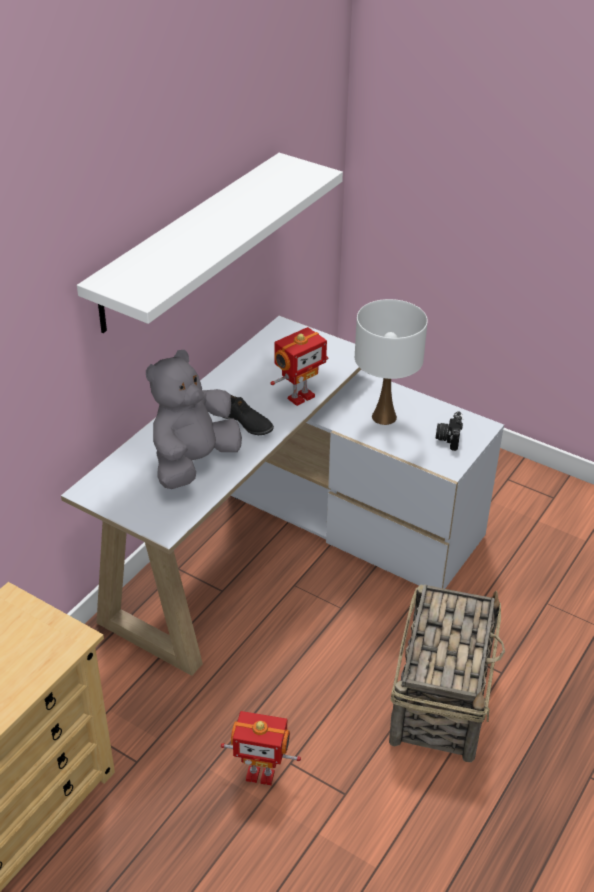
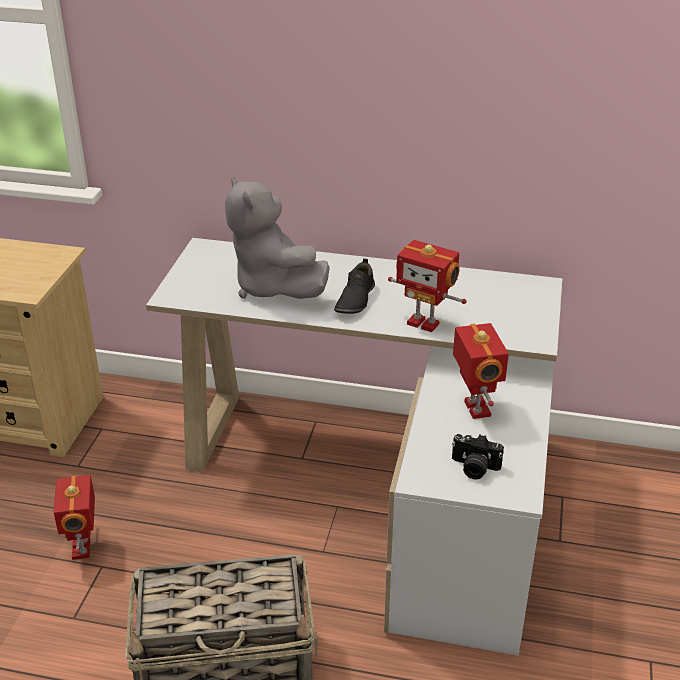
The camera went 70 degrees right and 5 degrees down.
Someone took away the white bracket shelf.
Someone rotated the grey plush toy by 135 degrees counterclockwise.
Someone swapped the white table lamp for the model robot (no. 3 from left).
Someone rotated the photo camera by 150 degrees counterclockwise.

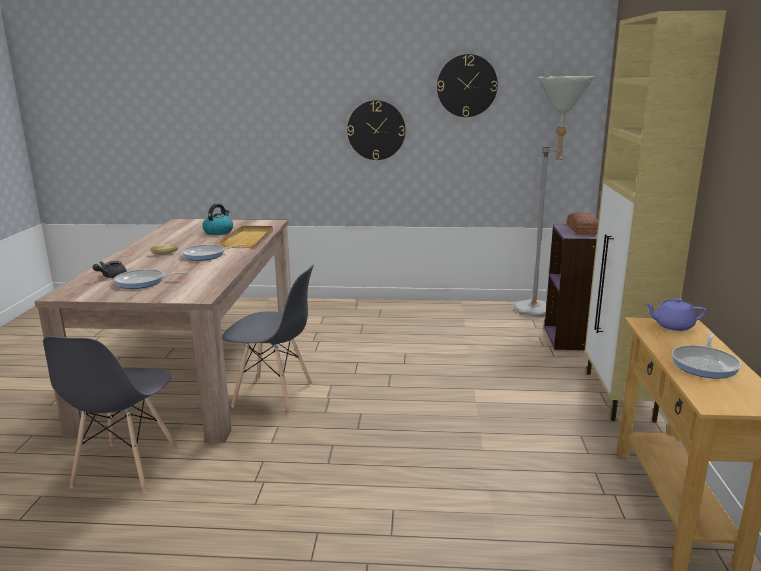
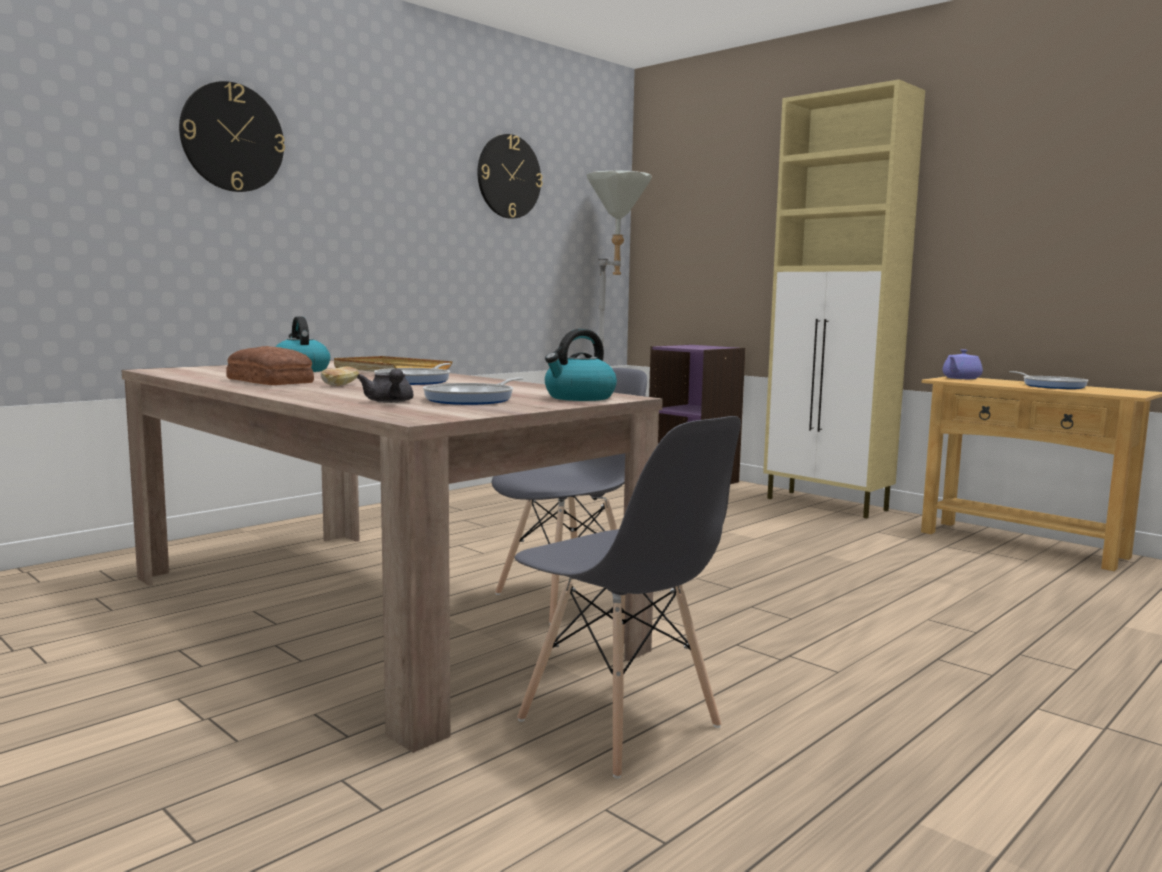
The camera went 50 degrees left and 10 degrees down.
Someone carried the wall clock (no. 1 from left).
Someone carried the baked bread (no. 2 from left in the first image).
Someone put down the kettle (no. 2 from left).

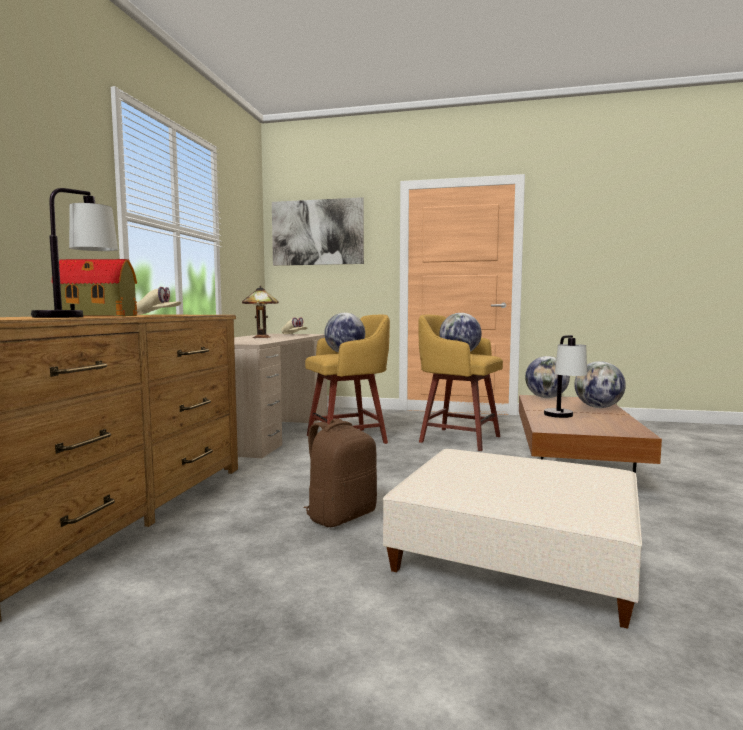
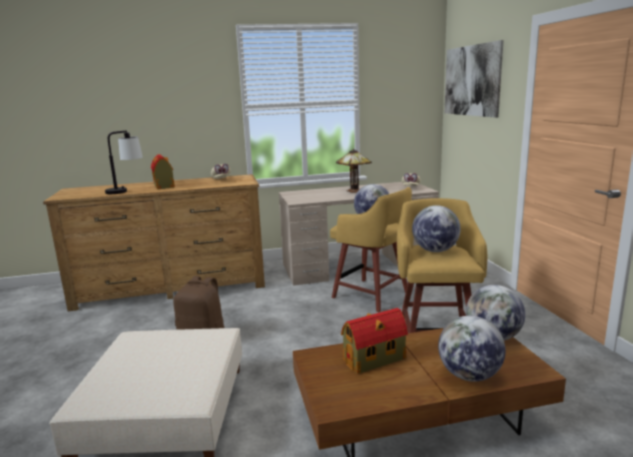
The camera went 65 degrees right and 10 degrees up.
Someone swapped the table lamp (no. 3 from left) for the toy house (no. 2 from left).

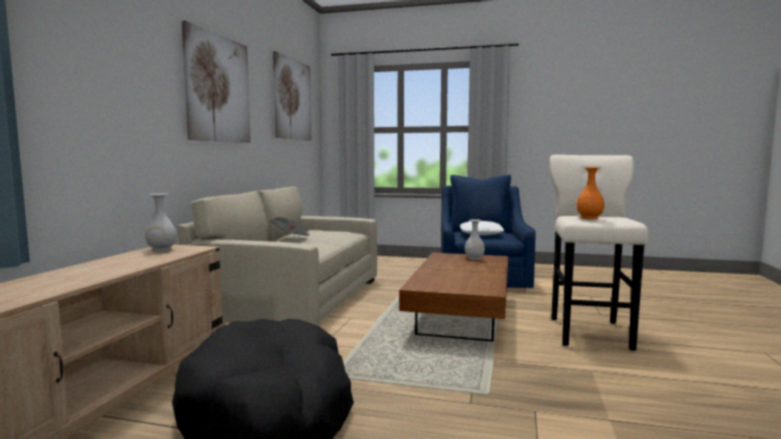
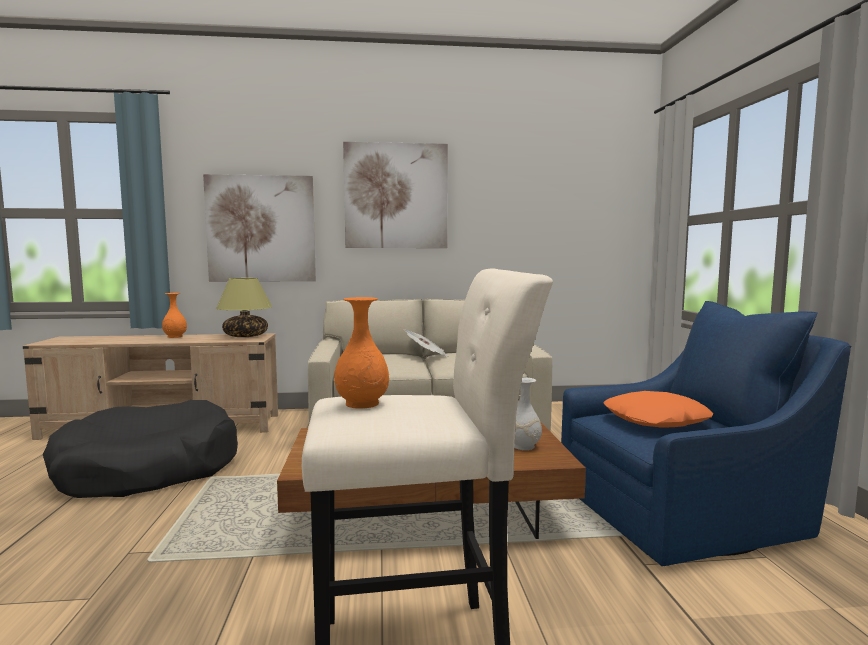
The camera went 70 degrees right and 0 degrees up.
Someone swapped the white vase (no. 1 from left) for the table lamp.
Someone carried the wall picture (no. 2 from left in the first image).
Someone repainted the white throw pillow, which became the orangey throw pillow.
Someone put down the orangey vase (no. 1 from left).

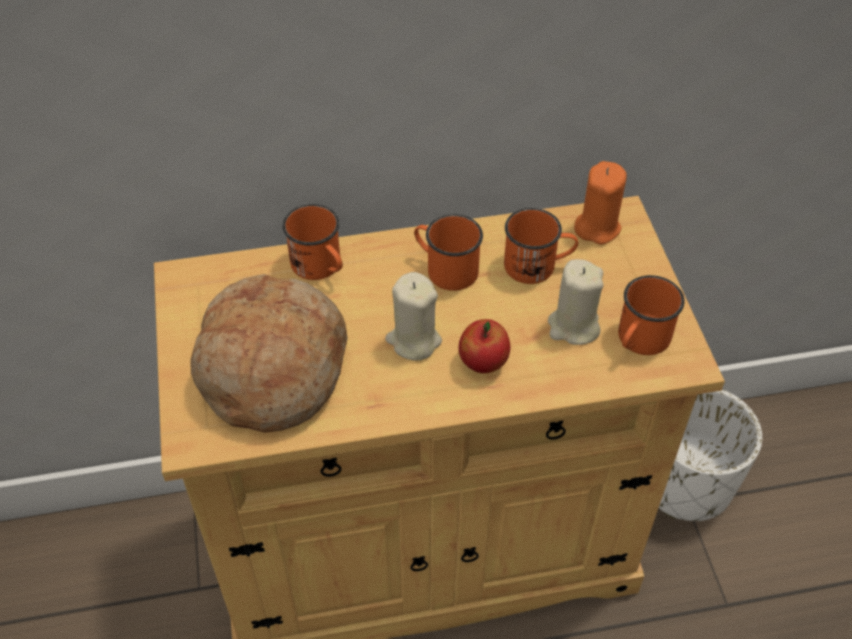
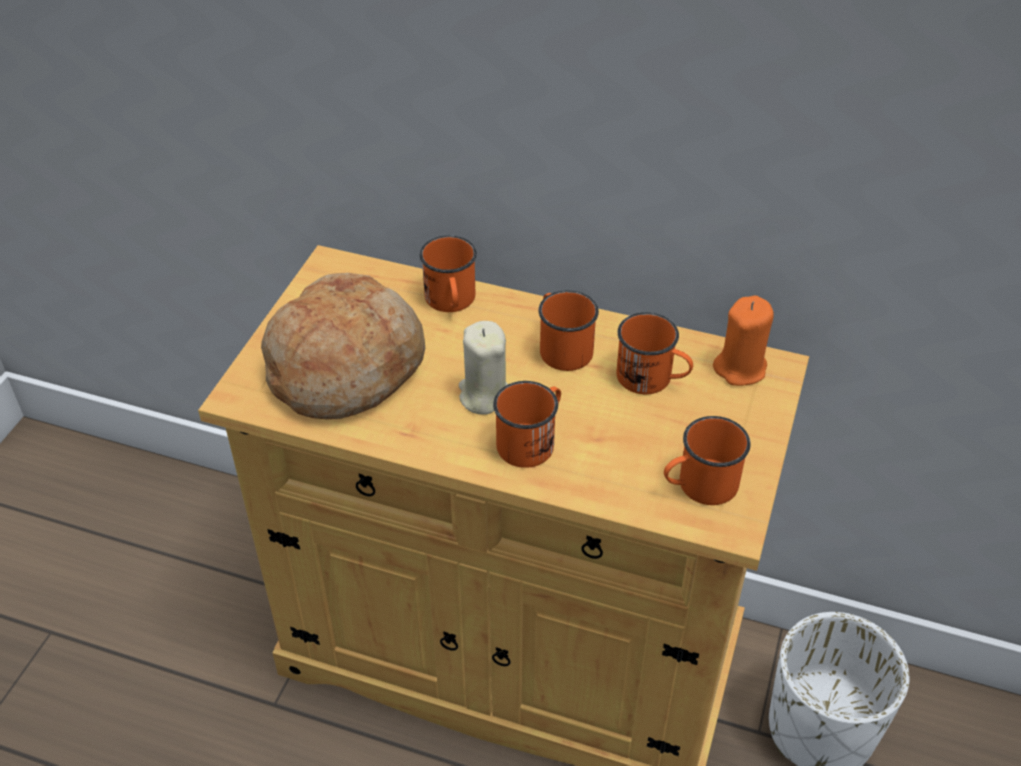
The camera went 30 degrees right and 5 degrees down.
Someone swapped the whole apple for the orangey coffee mug (no. 2 from left).
Someone took away the beige candle (no. 2 from left).

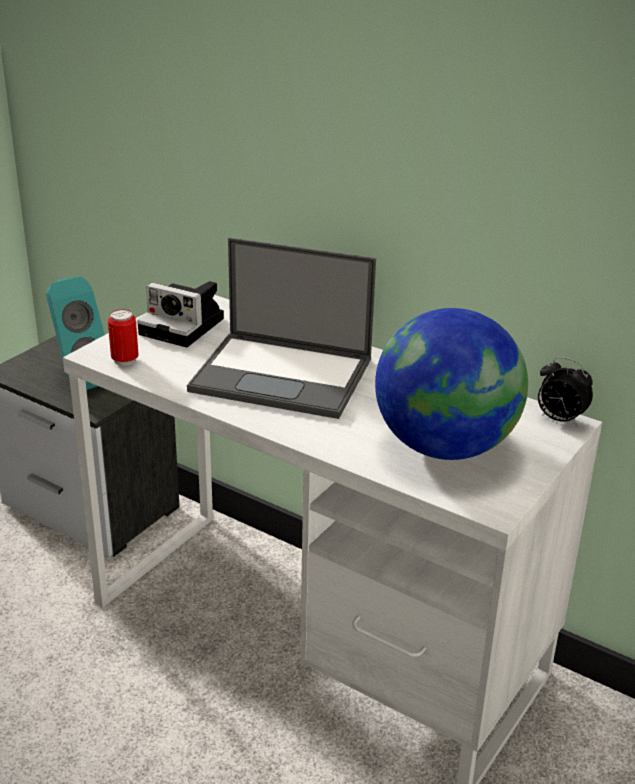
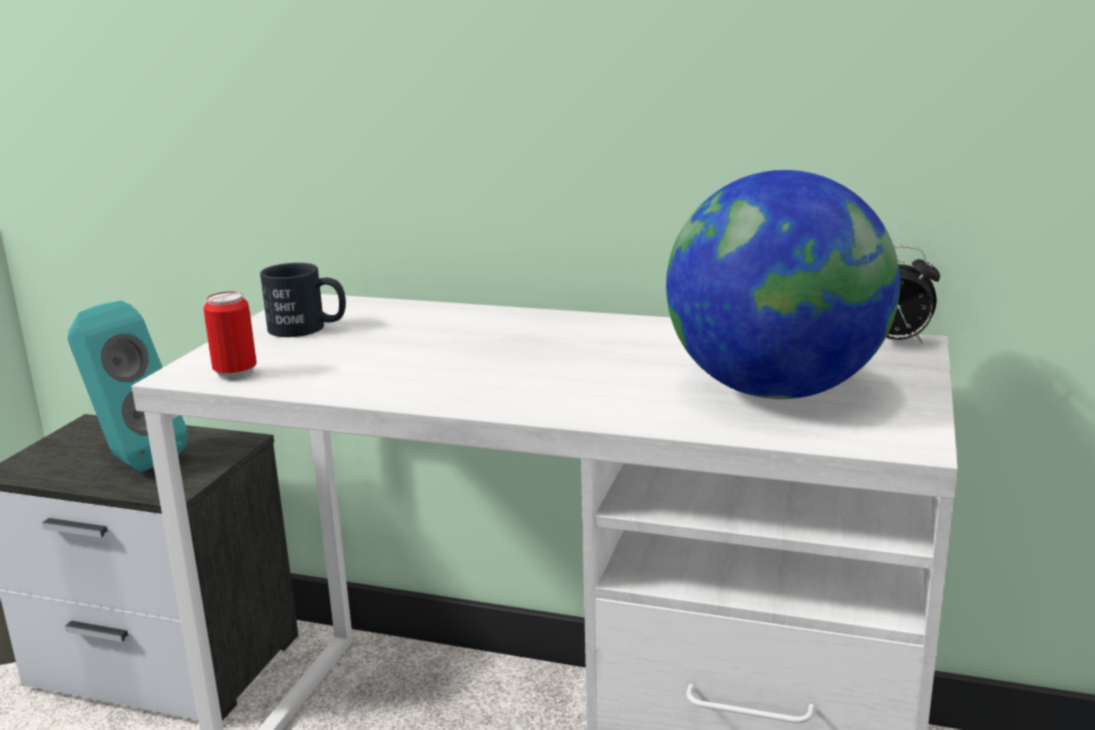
The camera went 15 degrees left and 10 degrees down.
Someone swapped the photo camera for the black coffee mug.
Someone took away the laptop.

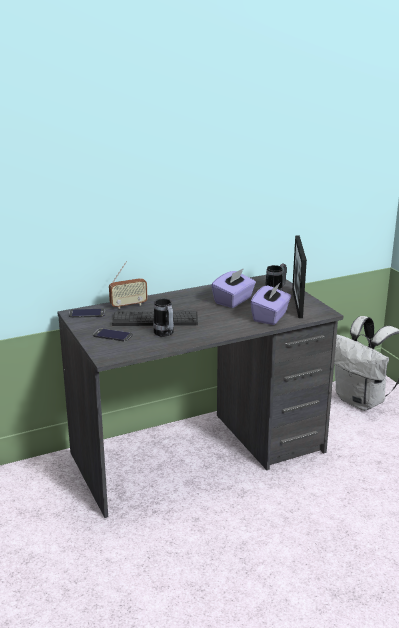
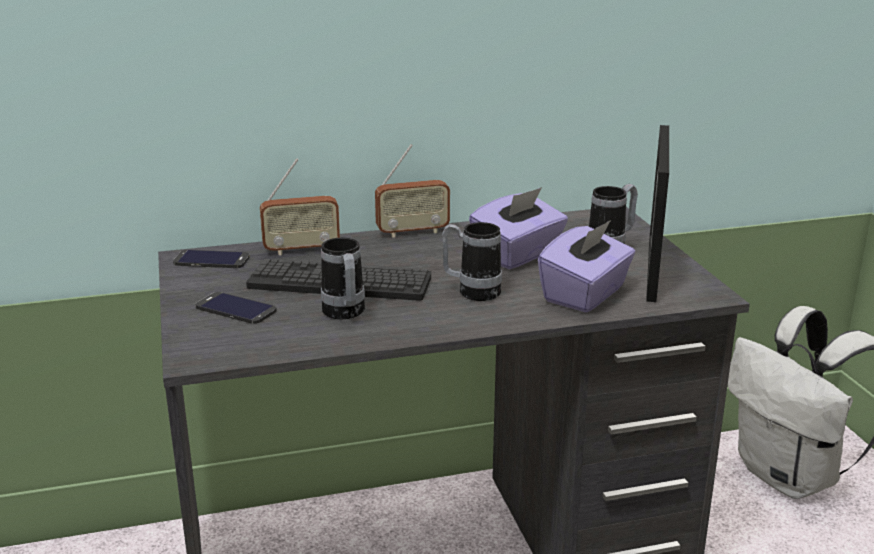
The camera went 10 degrees right and 0 degrees up.
Someone put down the radio (no. 2 from left).
Someone put down the coffee mug (no. 2 from left).

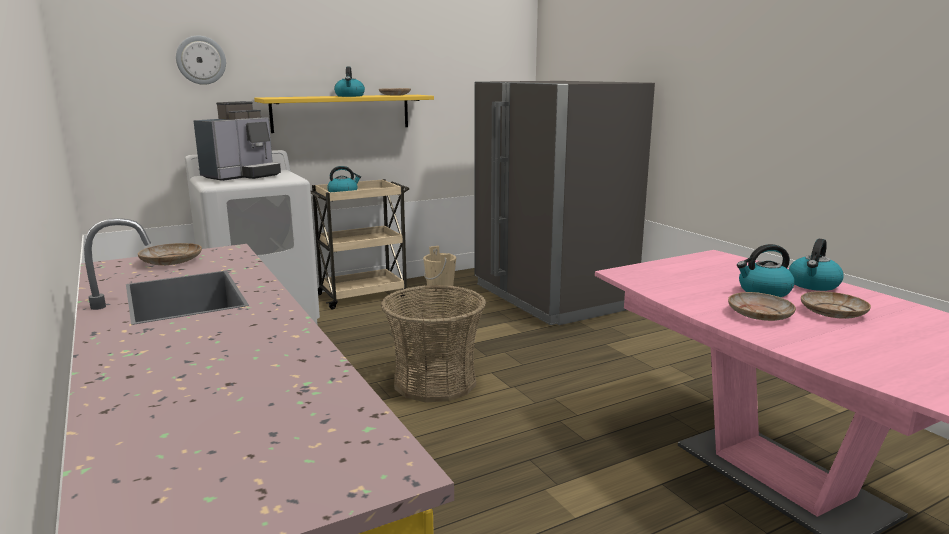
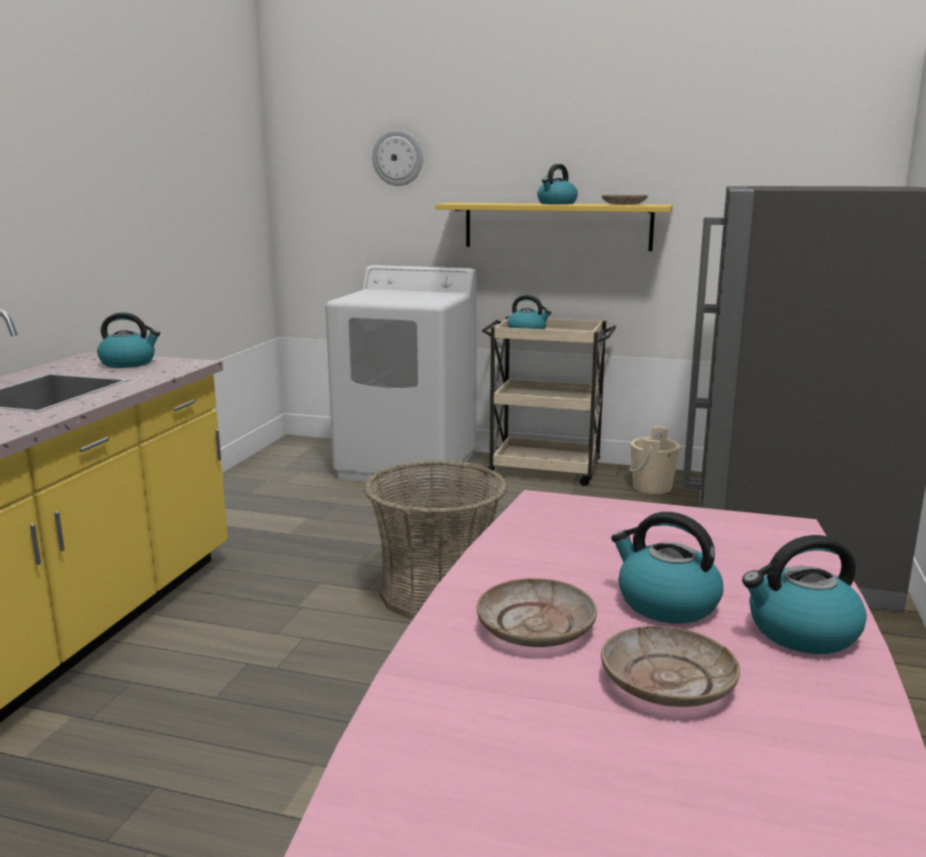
The camera went 45 degrees right and 0 degrees up.
Someone swapped the beige dinner plate (no. 1 from left) for the kettle (no. 1 from left).
Someone took away the coffee maker.

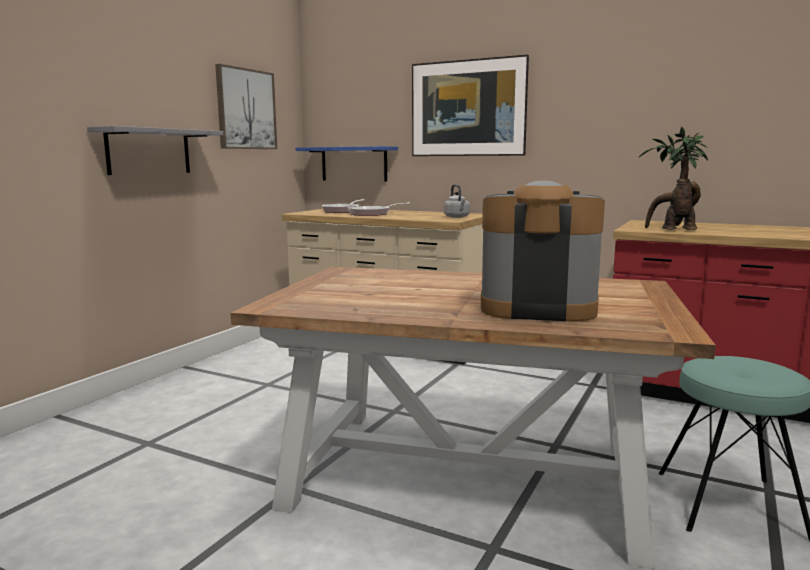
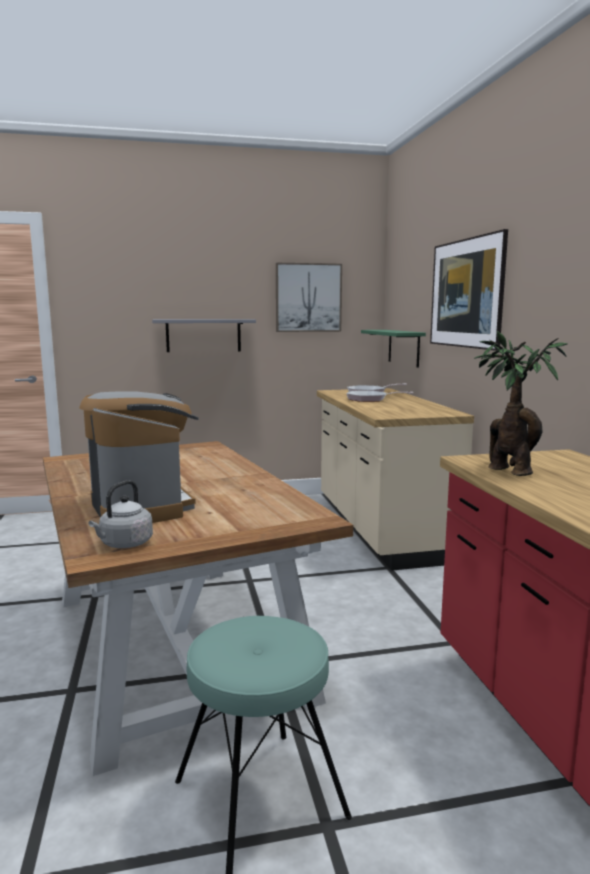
The camera went 50 degrees right and 0 degrees up.
Someone repainted the blue bracket shelf, which became the green-coloured bracket shelf.
Someone carried the grey kettle.

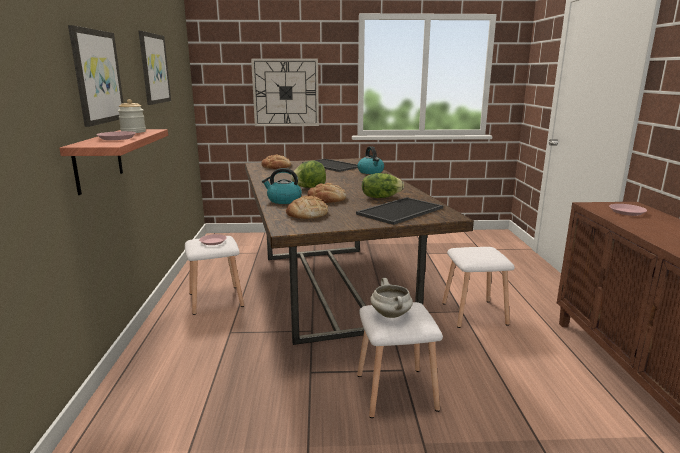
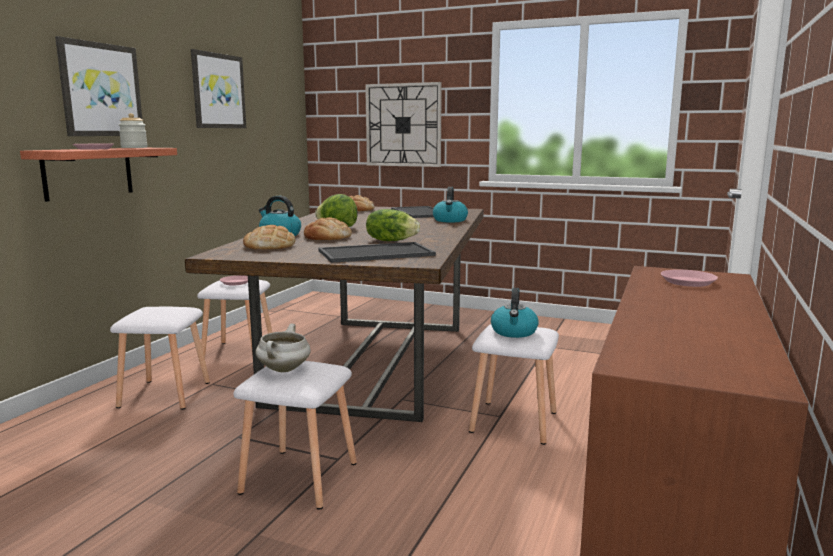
The camera went 25 degrees right and 5 degrees down.
Someone put down the white sitting stool (no. 1 from left).
Someone put down the kettle (no. 3 from left).

